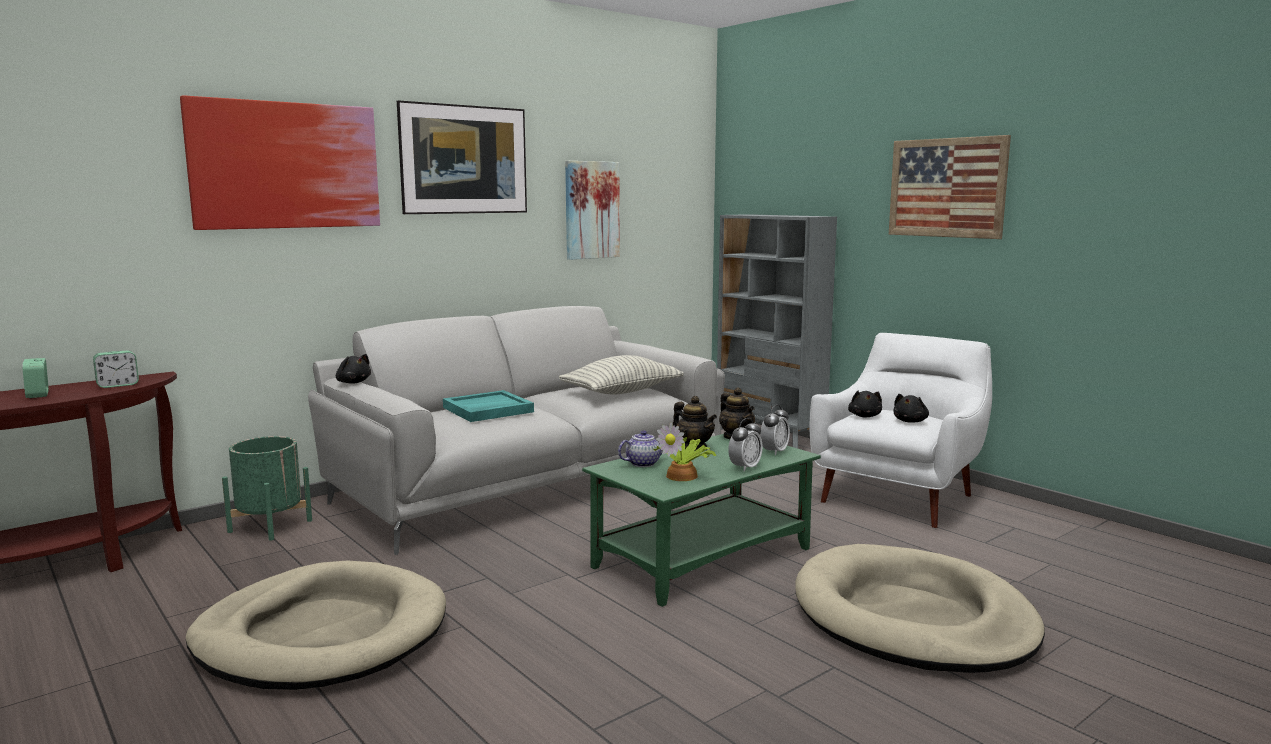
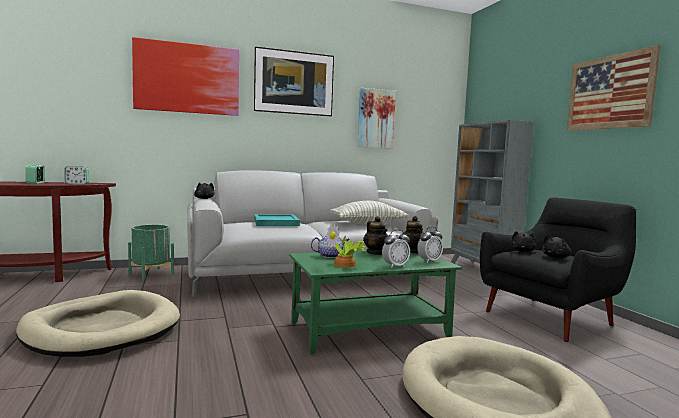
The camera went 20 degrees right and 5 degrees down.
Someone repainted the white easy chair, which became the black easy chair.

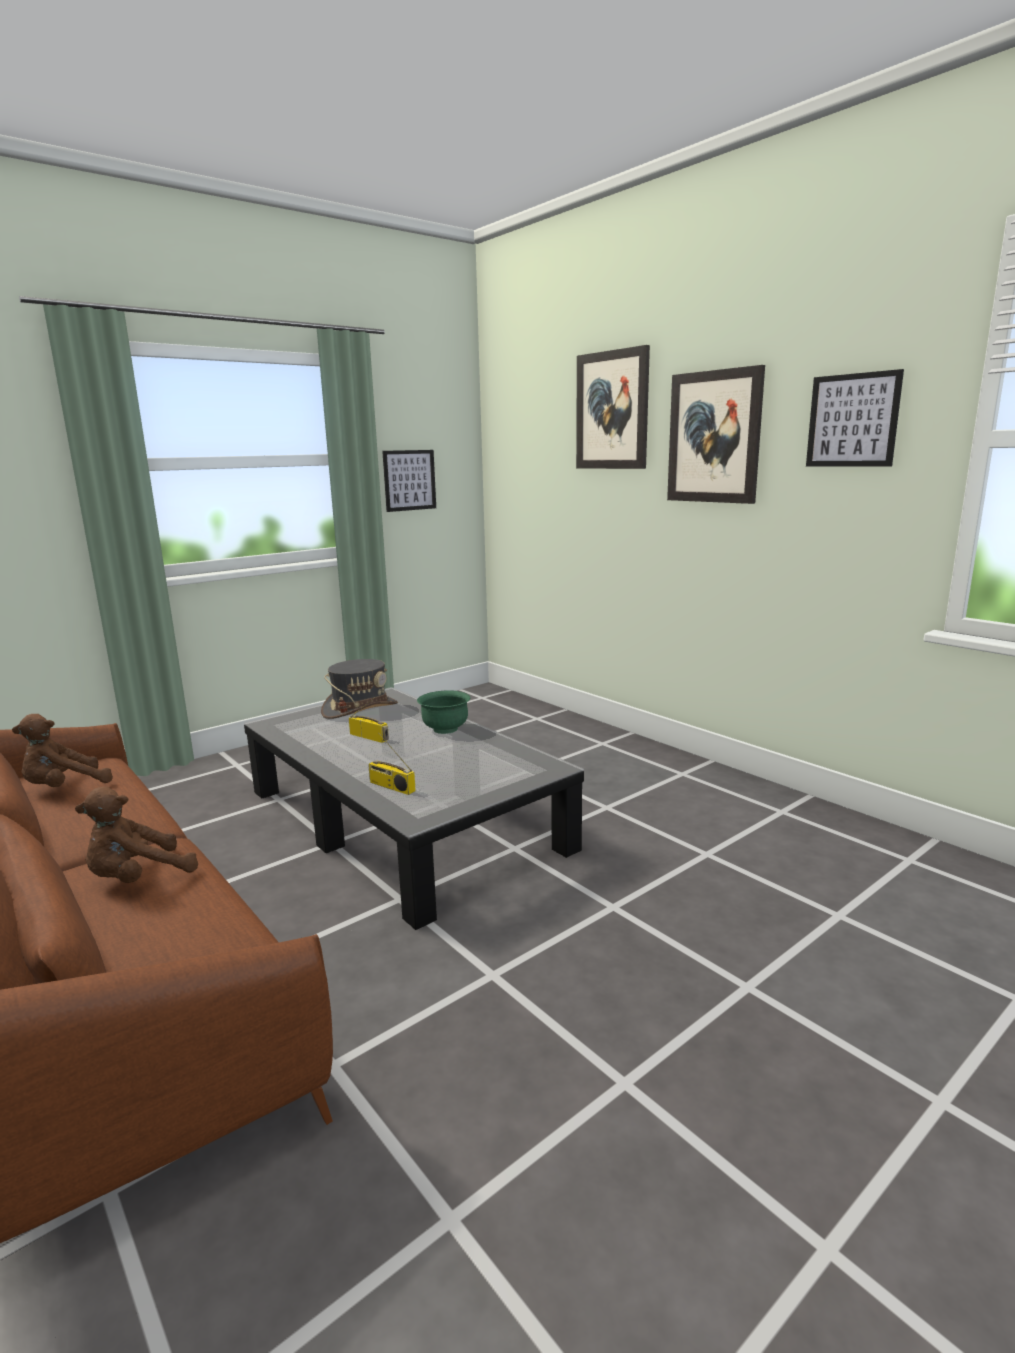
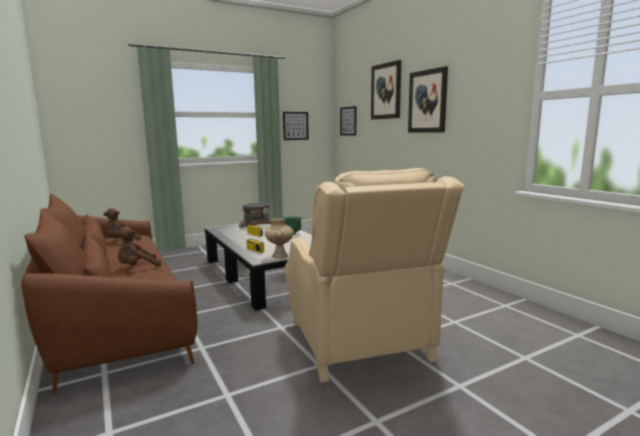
The camera went 10 degrees right and 5 degrees down.
Someone carried the wall picture (no. 4 from left in the first image).
Someone put down the beige vase.
Someone put down the beige easy chair.

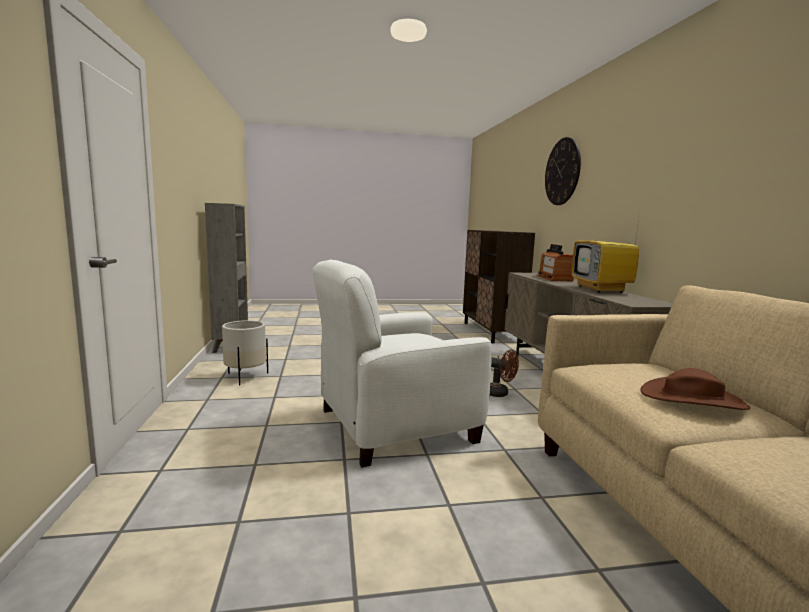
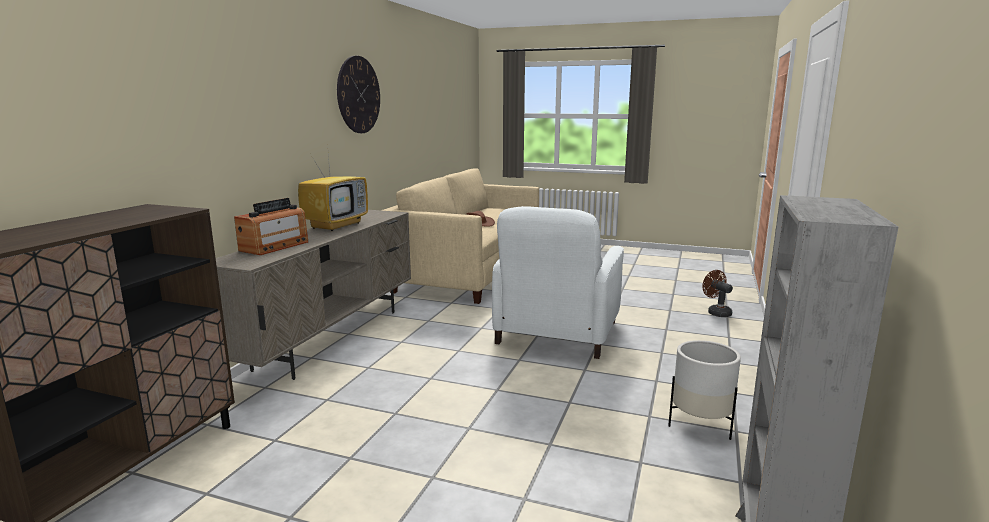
The camera went 150 degrees left and 5 degrees up.
Someone rotated the white easy chair by 105 degrees clockwise.
Someone carried the brown cooling fan.
Someone carried the wall clock.

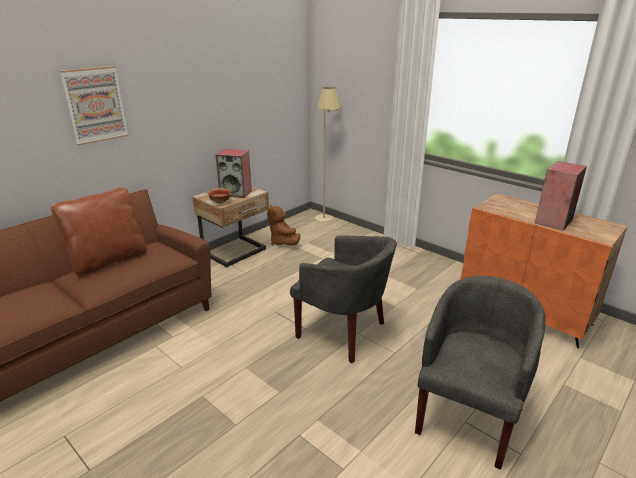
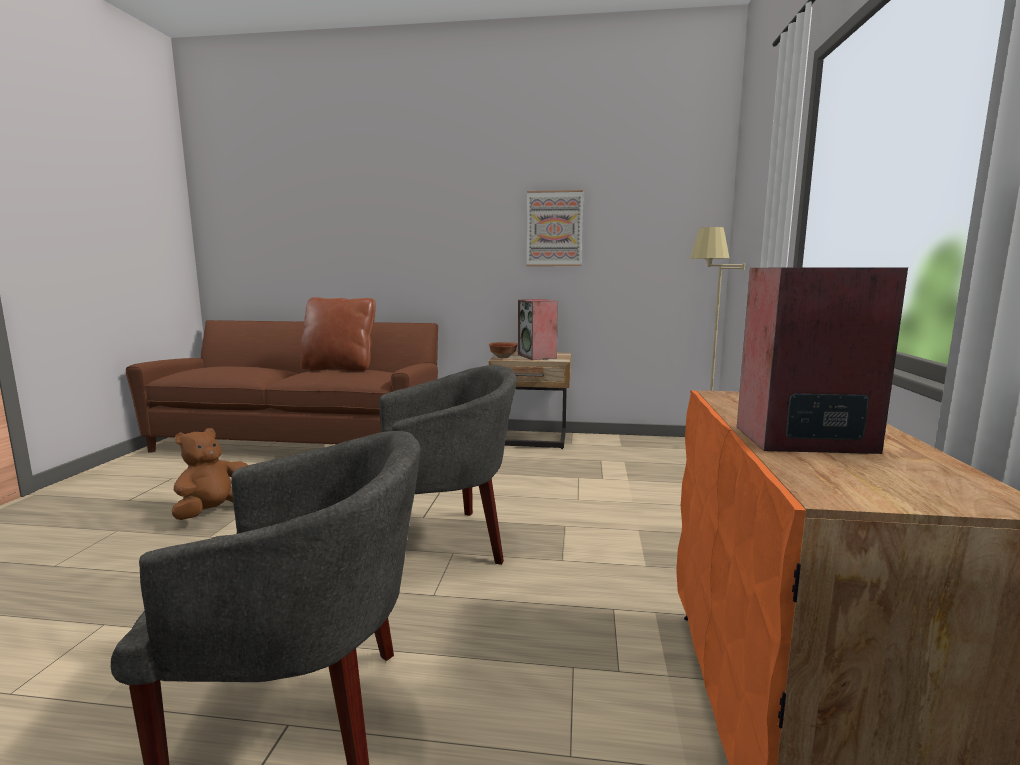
The camera went 55 degrees right and 15 degrees down.
Someone carried the wall picture.
Someone carried the brown plush toy.
Someone rotated the grey easy chair (no. 1 from left in the first image) by 105 degrees counterclockwise.

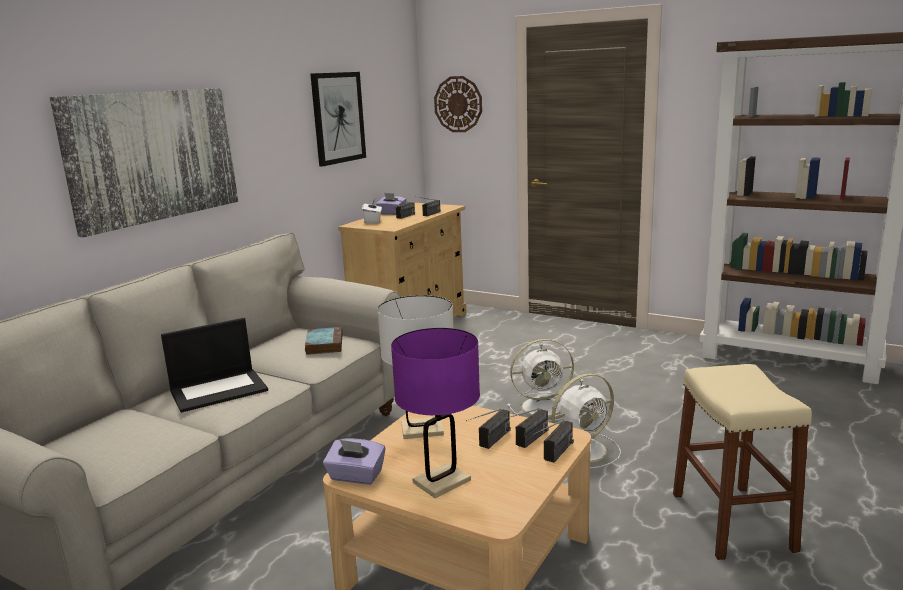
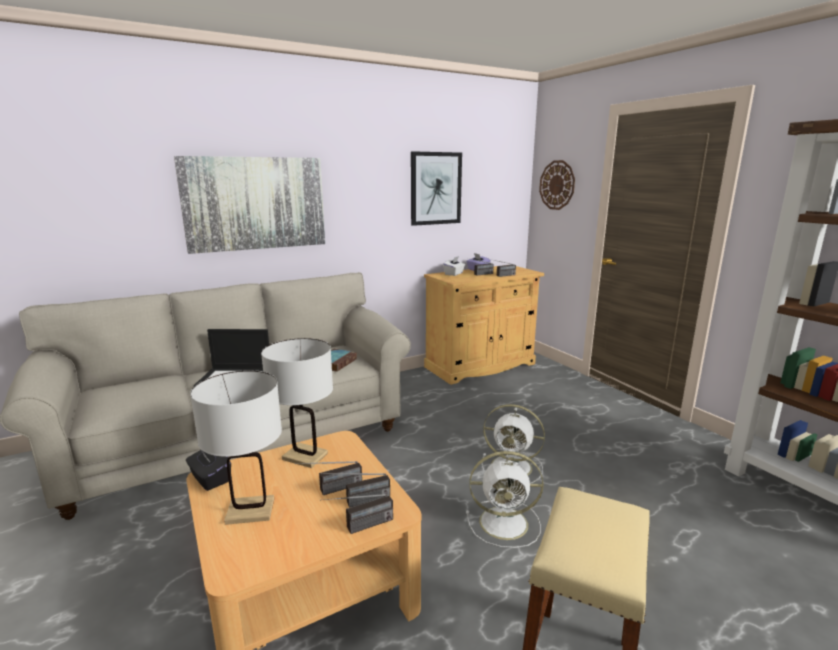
The camera went 30 degrees right and 0 degrees up.
Someone repainted the purplish tissue box (no. 1 from left), which became the black tissue box.
Someone repainted the purplish table lamp, which became the white table lamp (no. 1 from left).

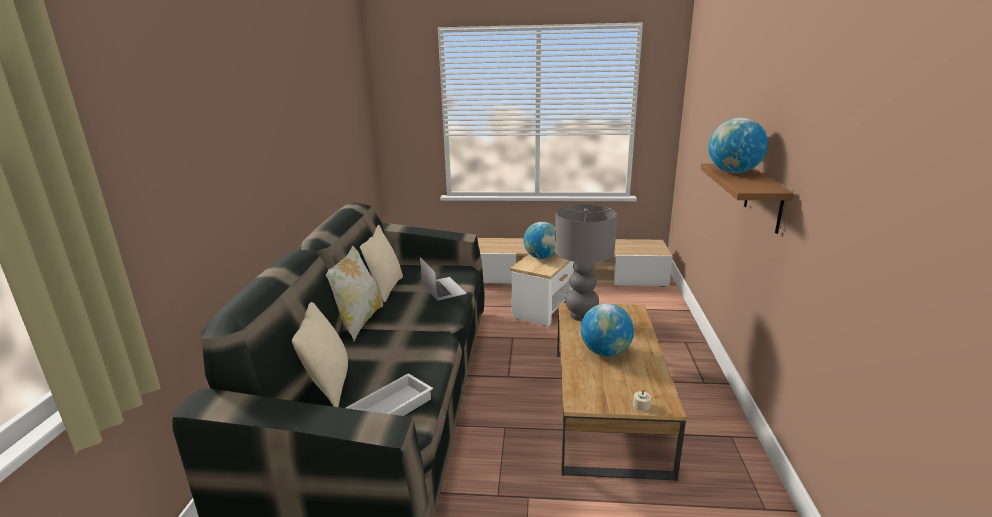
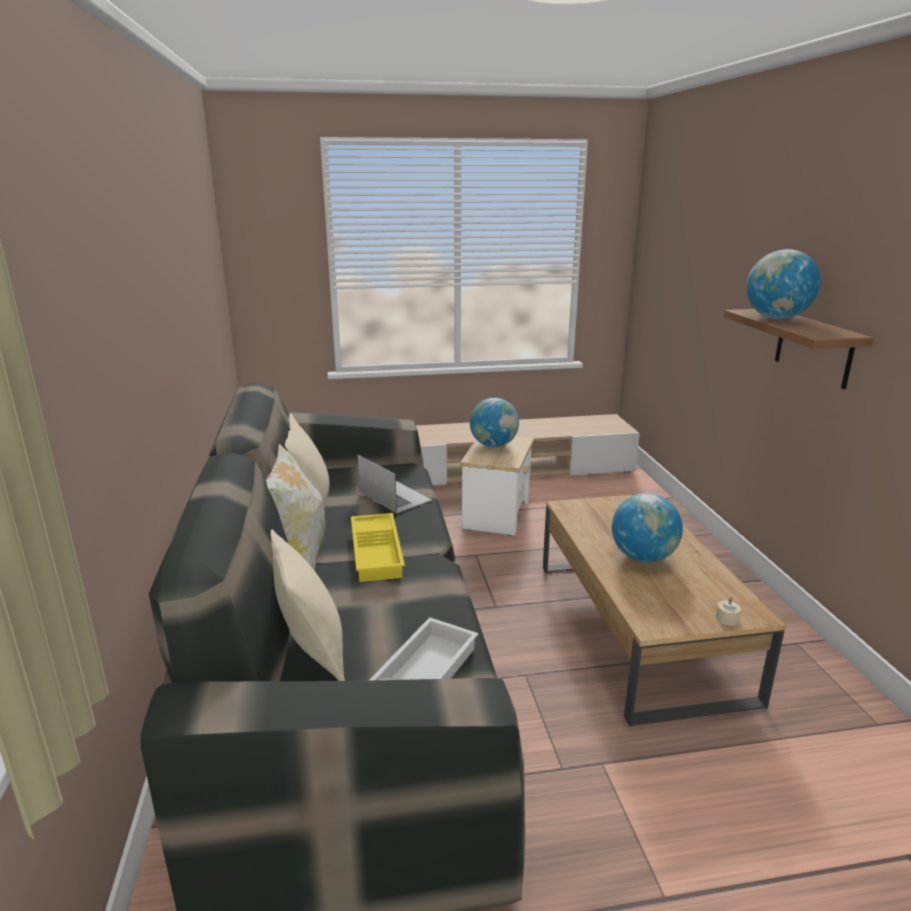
The camera went 15 degrees left and 0 degrees up.
Someone took away the grey table lamp.
Someone put down the yellow-coloured serving tray.

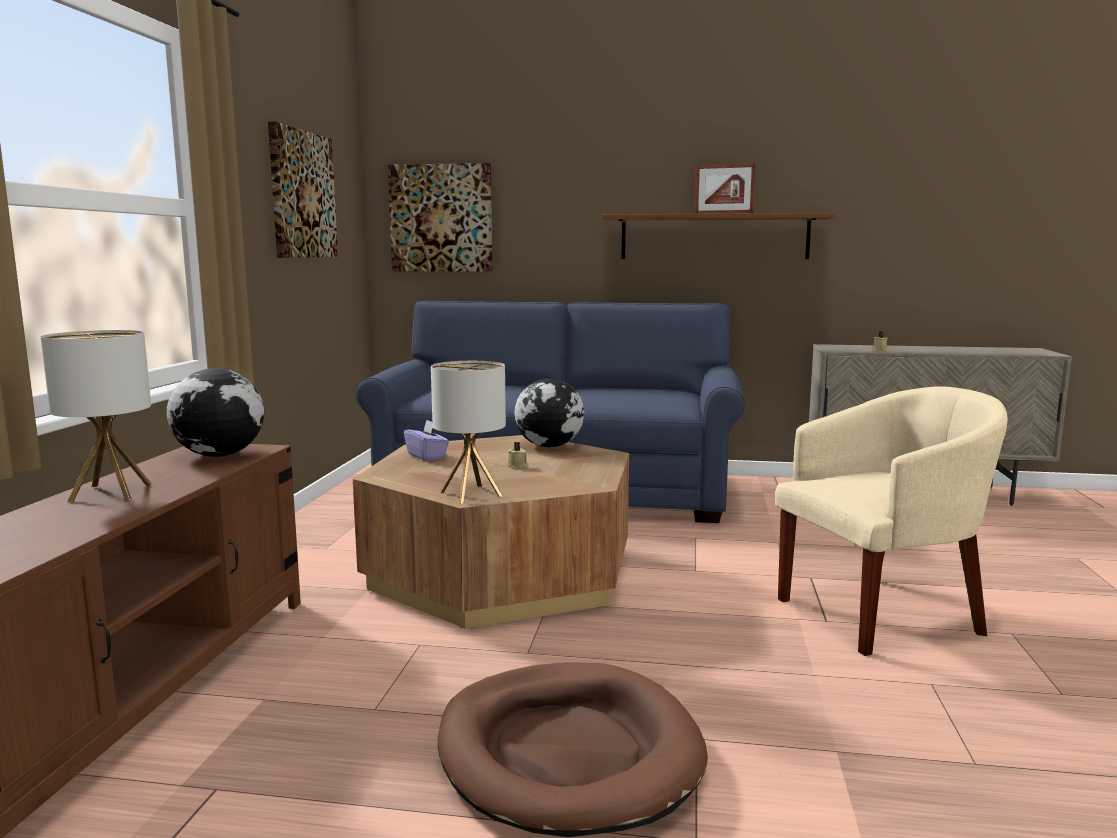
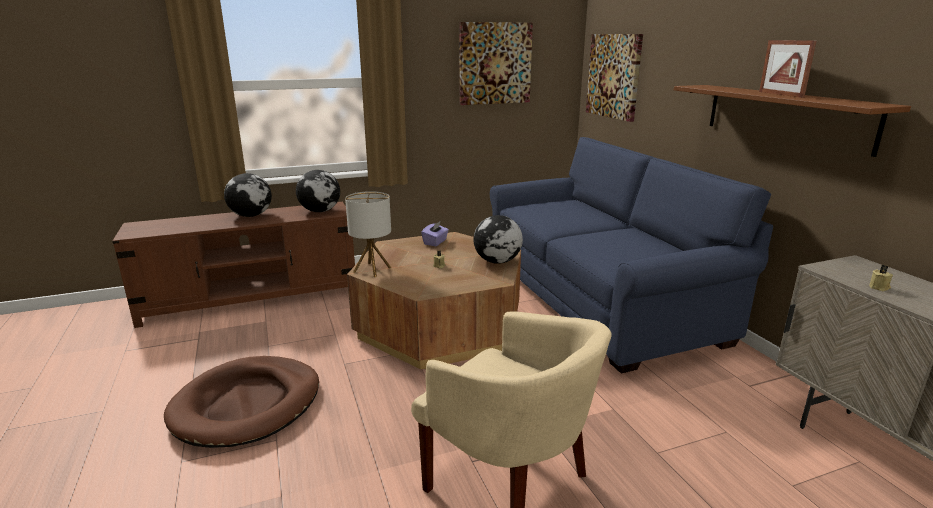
The camera went 60 degrees right and 10 degrees up.
Someone swapped the table lamp (no. 1 from left) for the desk globe (no. 1 from left).

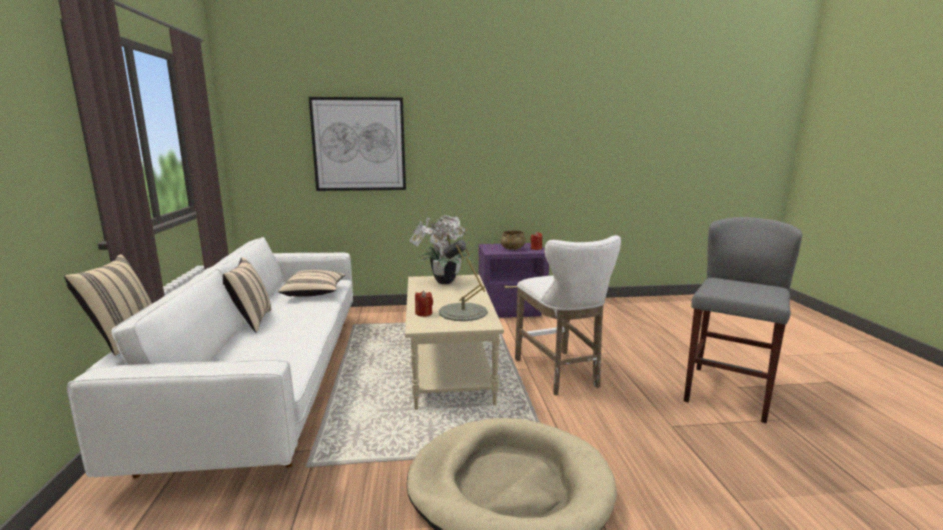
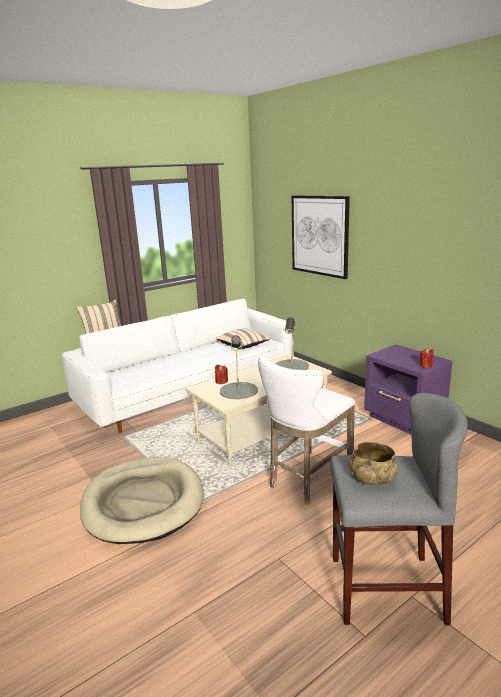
The camera went 60 degrees right and 5 degrees up.
Someone took away the beige throw pillow (no. 2 from left).
Someone swapped the houseplant for the grey table lamp (no. 2 from left).
Someone carried the beige bowl.

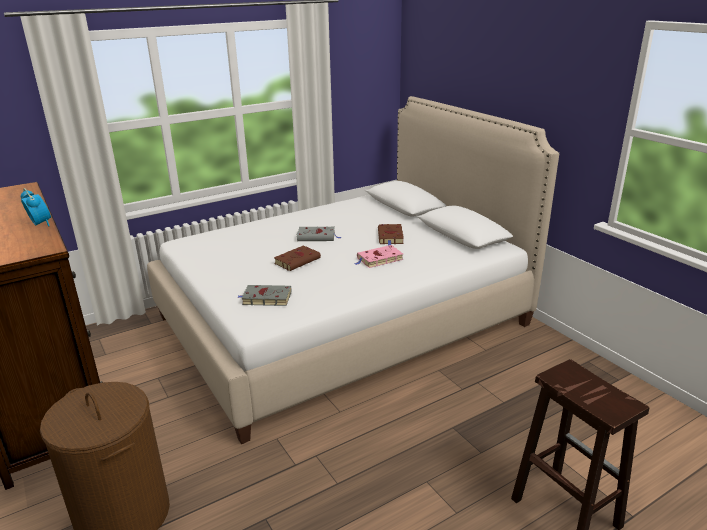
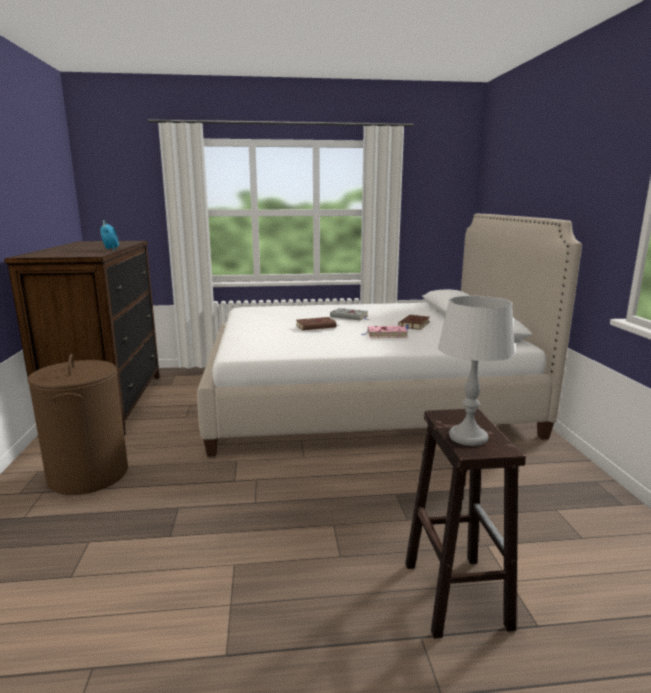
The camera went 25 degrees right and 10 degrees down.
Someone took away the grey bound book (no. 1 from left).
Someone put down the grey table lamp.

